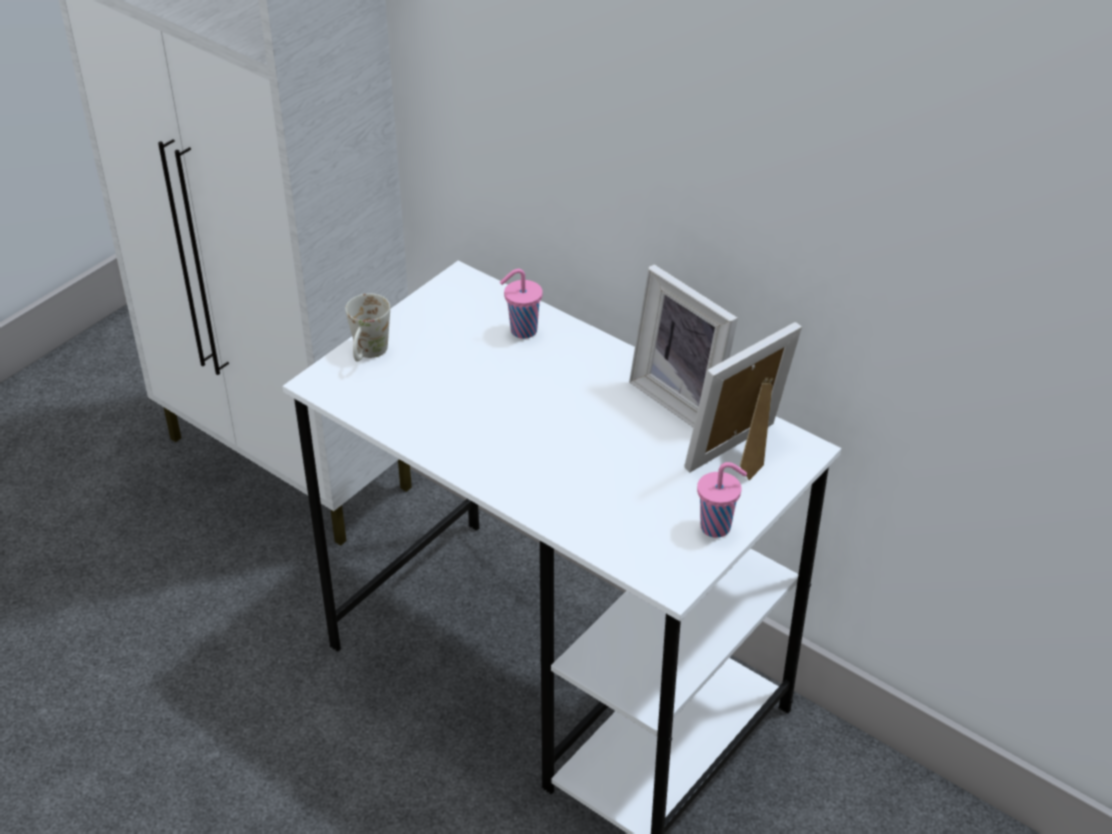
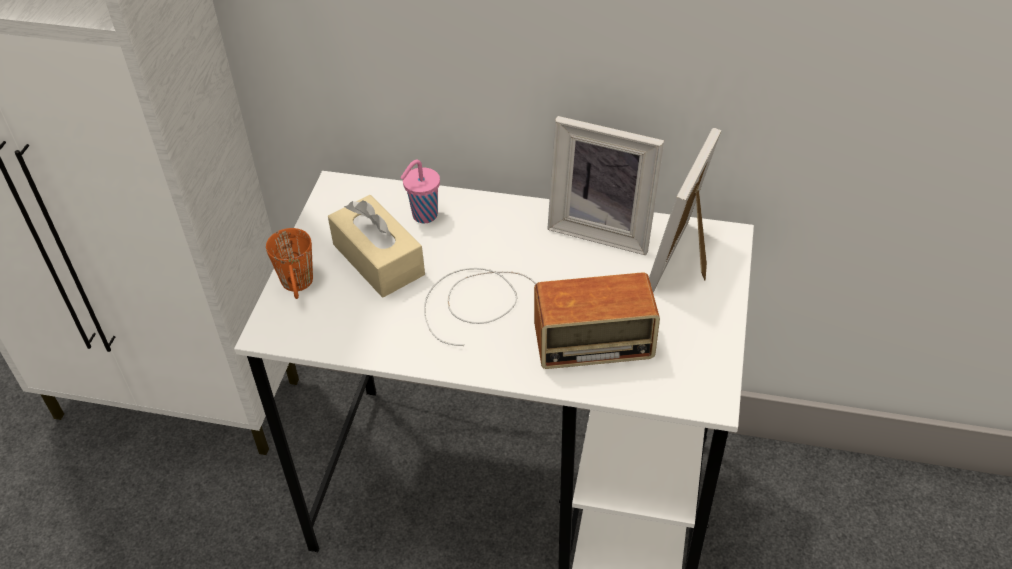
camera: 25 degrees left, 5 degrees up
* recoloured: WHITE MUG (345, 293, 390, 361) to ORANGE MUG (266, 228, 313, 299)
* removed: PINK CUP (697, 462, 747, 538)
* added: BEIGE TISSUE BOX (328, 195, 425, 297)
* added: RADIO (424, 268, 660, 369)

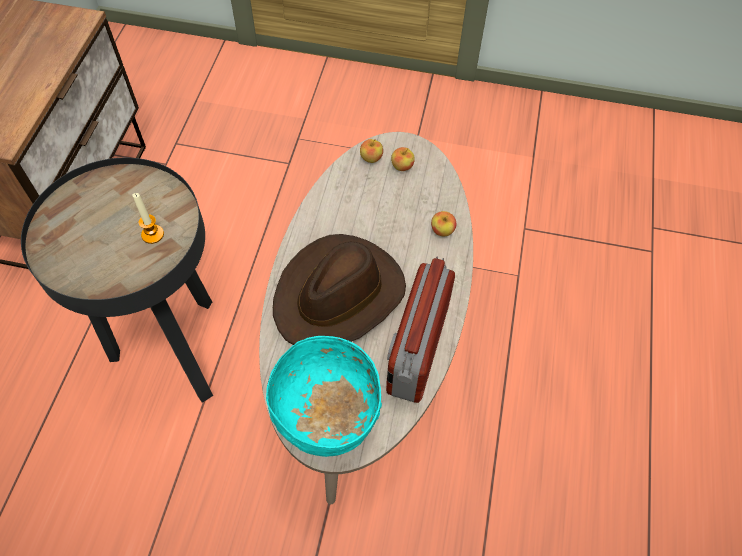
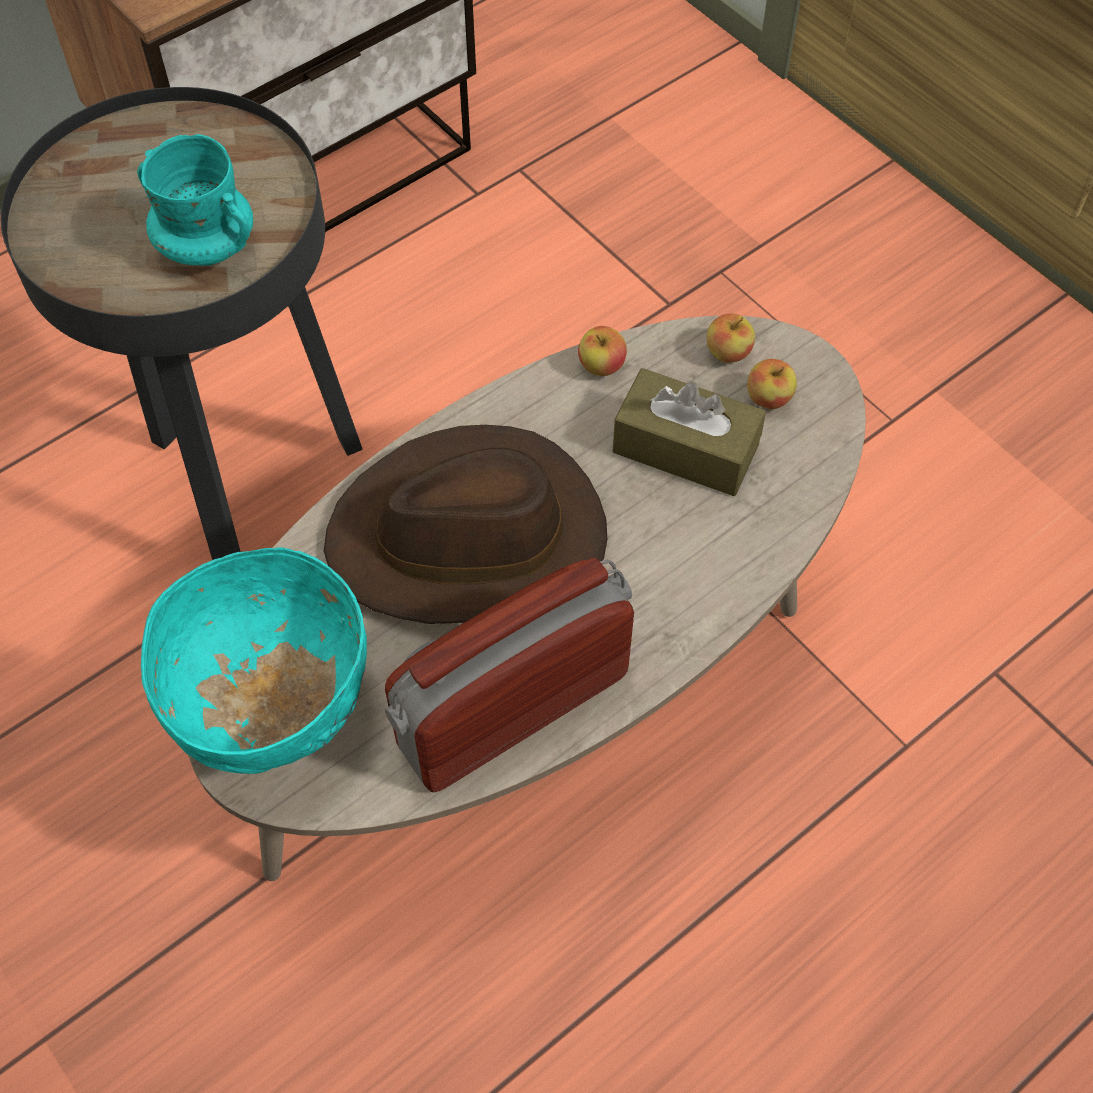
camera: 40 degrees right, 0 degrees up
* replaced: CANDLE (133, 193, 164, 244) to TURQUOISE MUG (137, 134, 253, 266)
* moved: APPLE (431, 211, 456, 236) to (578, 326, 627, 376)
* added: BROWN TISSUE BOX (613, 368, 766, 496)

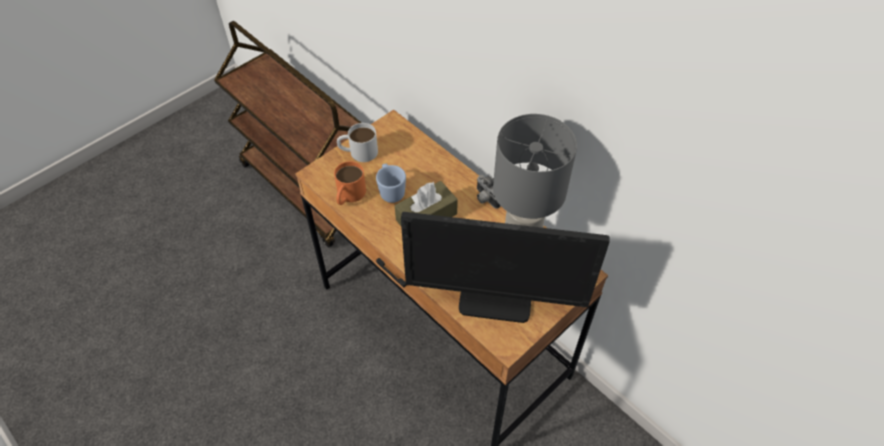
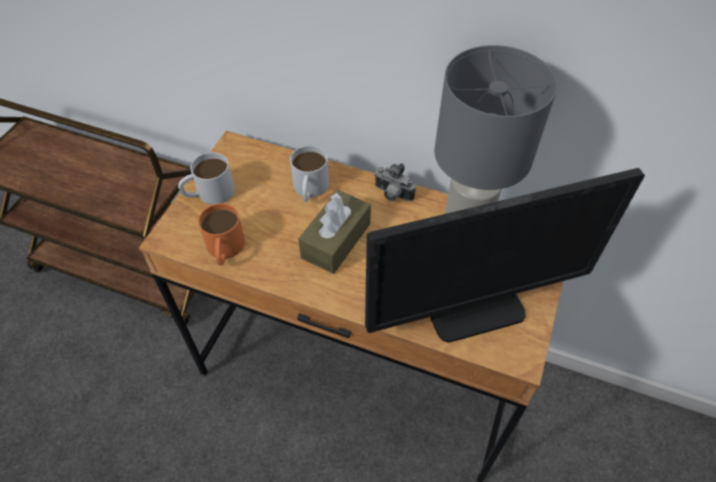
camera: 25 degrees left, 0 degrees up
* removed: BLUE MUG (376, 164, 406, 203)
* added: WHITE MUG (290, 145, 329, 202)

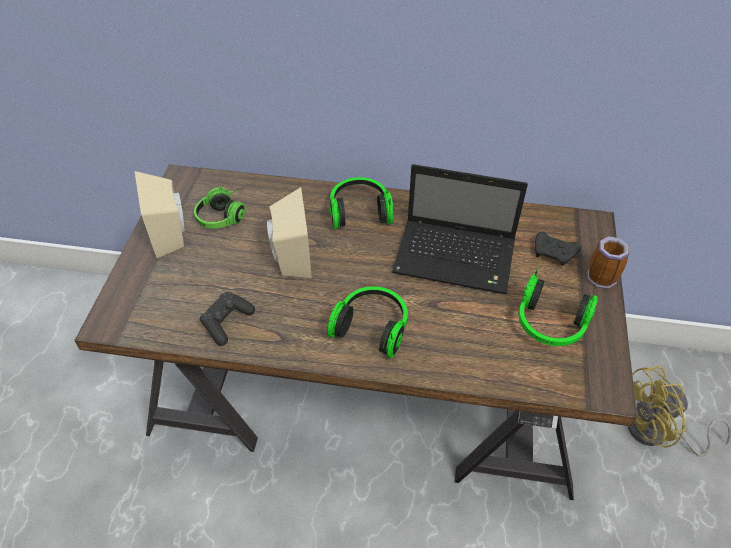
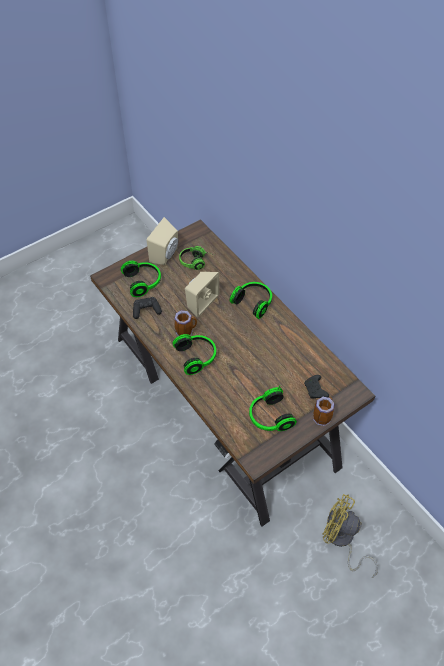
camera: 45 degrees right, 5 degrees up
* removed: LAPTOP (392, 164, 528, 294)
* added: HEADPHONES (121, 261, 161, 297)
* added: MUG (174, 310, 197, 336)

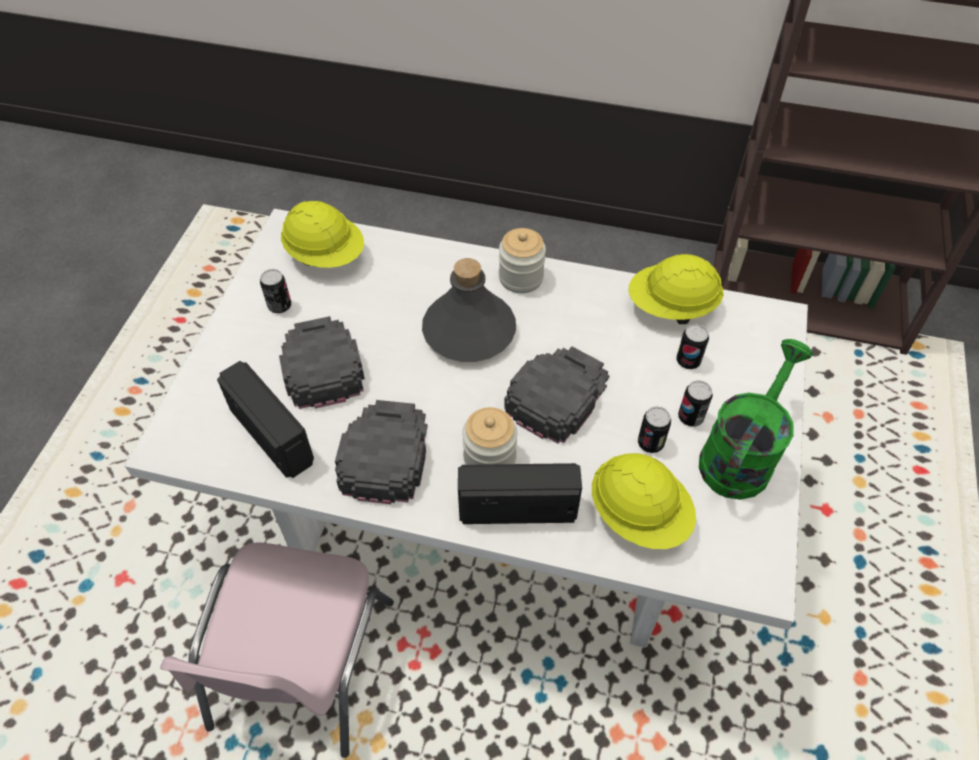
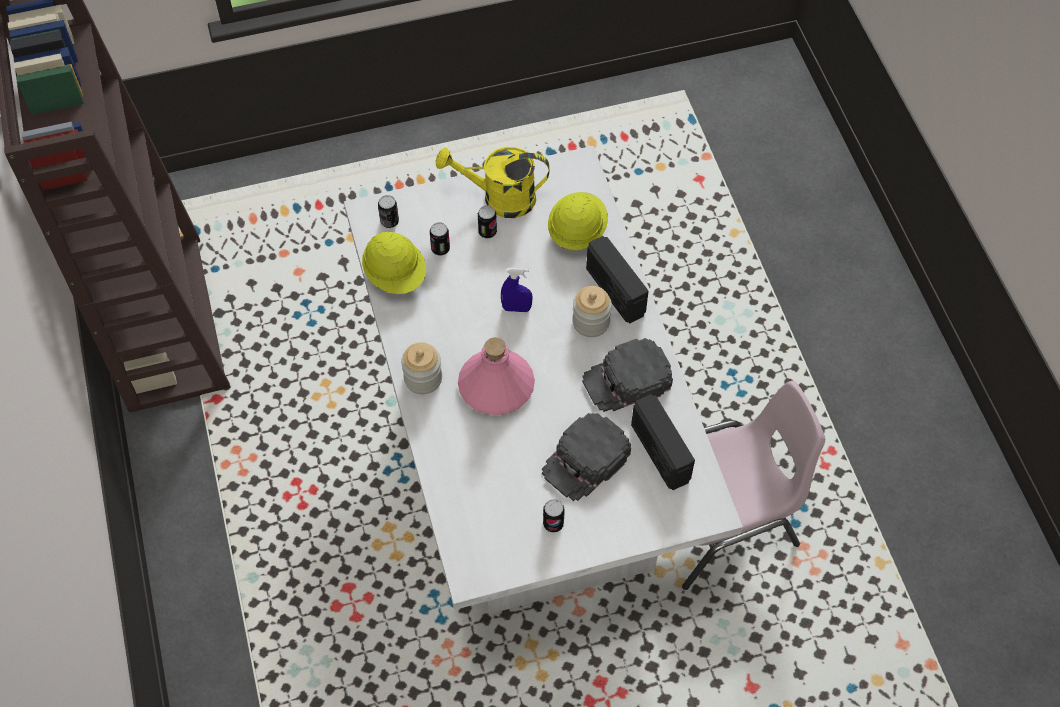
camera: 120 degrees left, 5 degrees up
* removed: YELLOW HARD HAT (281, 201, 364, 268)
* recoloured: GREY BOTTLE (422, 258, 516, 362) to PINK BOTTLE (458, 338, 535, 415)
* recoloured: GREEN WATERING CAN (699, 339, 813, 500) to YELLOW WATERING CAN (436, 147, 550, 218)
* replaced: BLACK CAP (504, 346, 609, 444) to BLUE SPRAY BOTTLE (501, 267, 533, 312)
* turned: RADIO (217, 361, 314, 478) = (631, 394, 695, 490) 45 degrees counterclockwise
* moved: CAN (638, 406, 671, 453) to (378, 195, 399, 228)

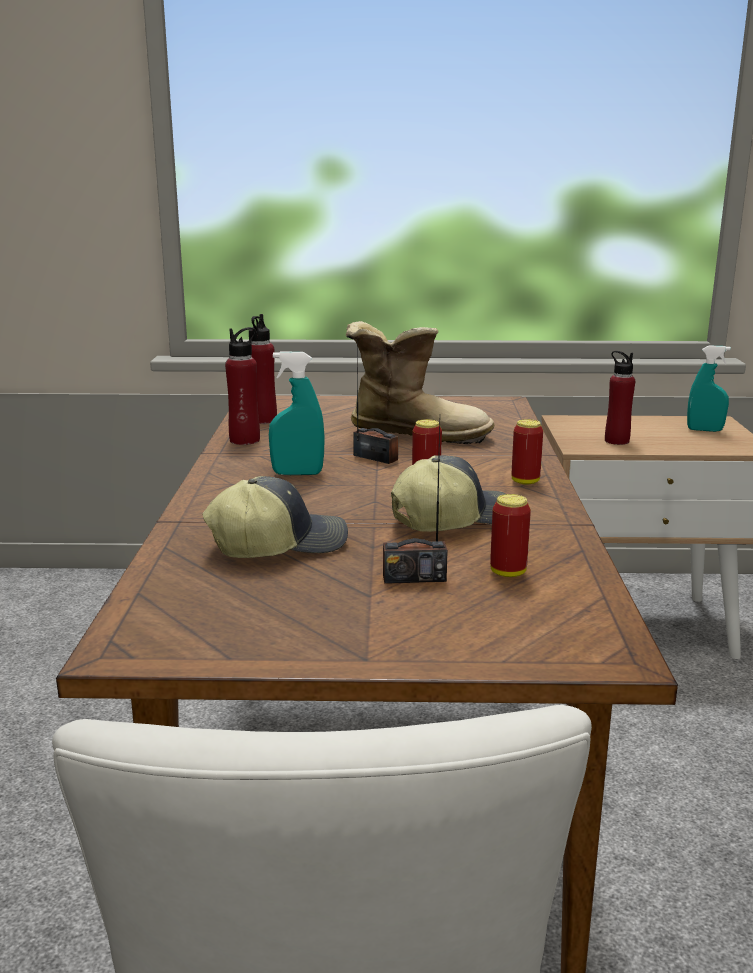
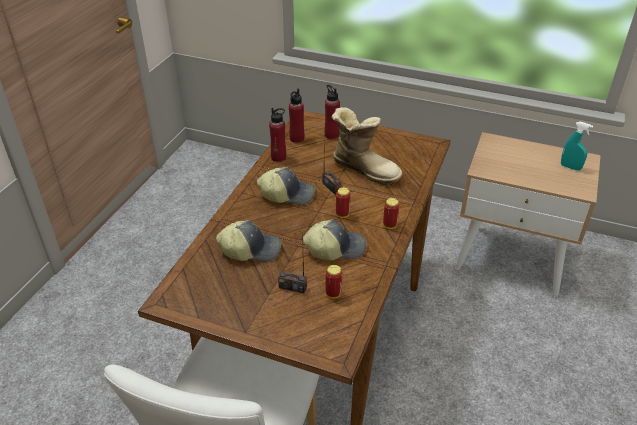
camera: 20 degrees right, 20 degrees up
* replaced: TURQUOISE SPRAY BOTTLE (269, 351, 325, 475) to CAP (257, 167, 315, 205)
* moved: RED BOTTLE (605, 351, 635, 445) to (325, 85, 340, 139)

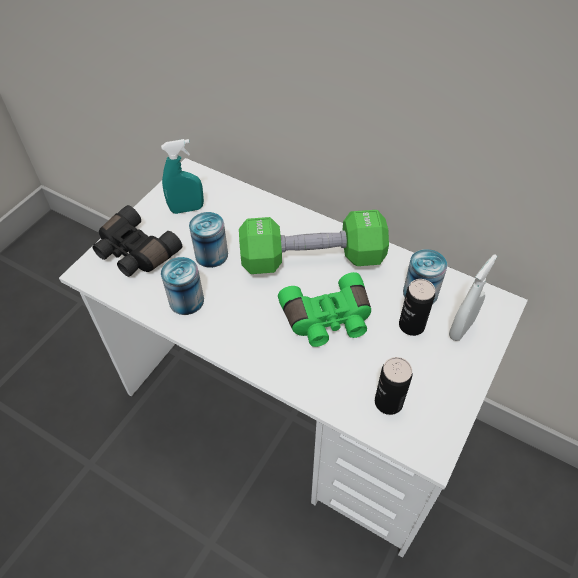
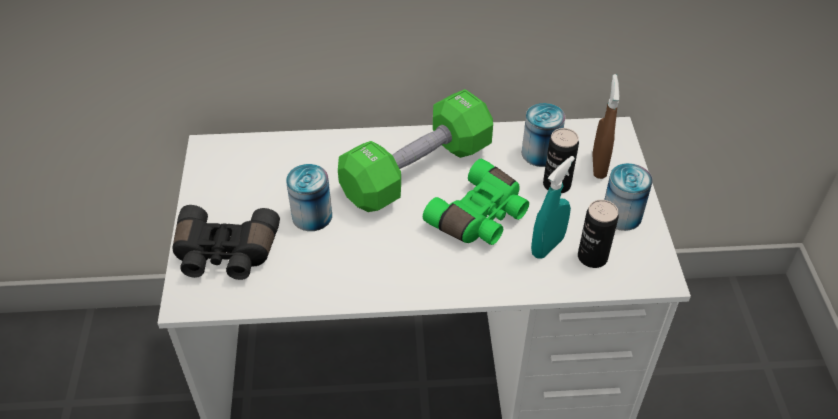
camera: 35 degrees left, 5 degrees down
* moved: TURQUOISE SPRAY BOTTLE (161, 139, 204, 214) to (531, 156, 575, 259)
* recoloured: WHITE SPRAY BOTTLE (449, 254, 497, 341) to BROWN SPRAY BOTTLE (593, 74, 619, 179)
* moved: CAN (161, 257, 204, 315) to (604, 163, 653, 231)

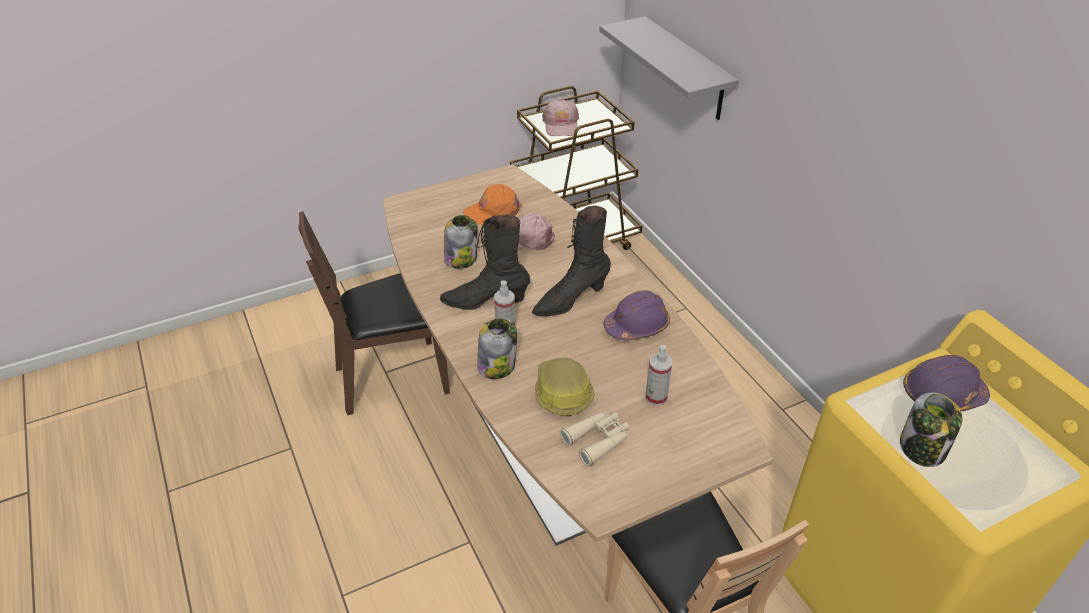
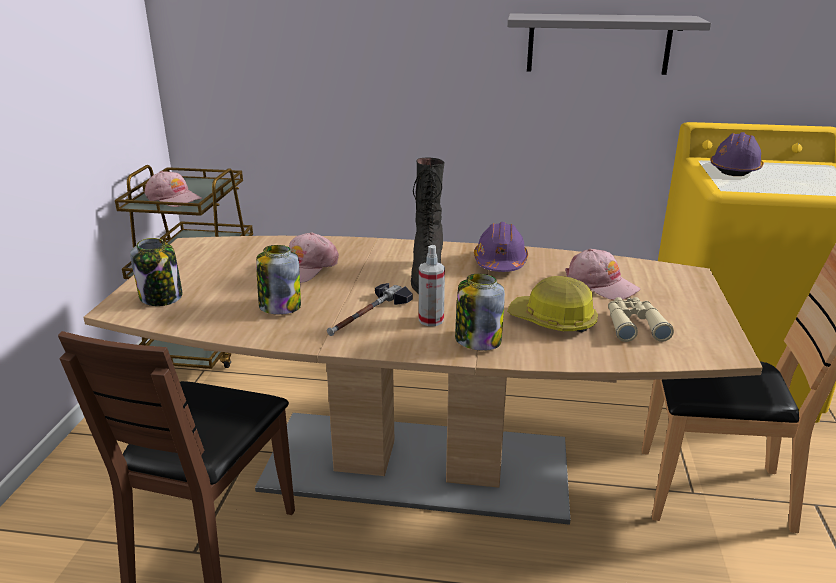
camera: 55 degrees left, 15 degrees down
* moved: GREY SHELF (599, 16, 739, 120) to (507, 13, 711, 75)
* removed: ORANGE CAP (463, 184, 522, 225)
* replaced: BLACK BOOT (440, 214, 530, 310) to HAMMER (327, 283, 413, 336)
* replaced: SPRAY BOTTLE (646, 345, 672, 406) to PINK CAP (565, 249, 640, 300)
* moved: JAR (900, 392, 962, 467) to (130, 238, 183, 306)

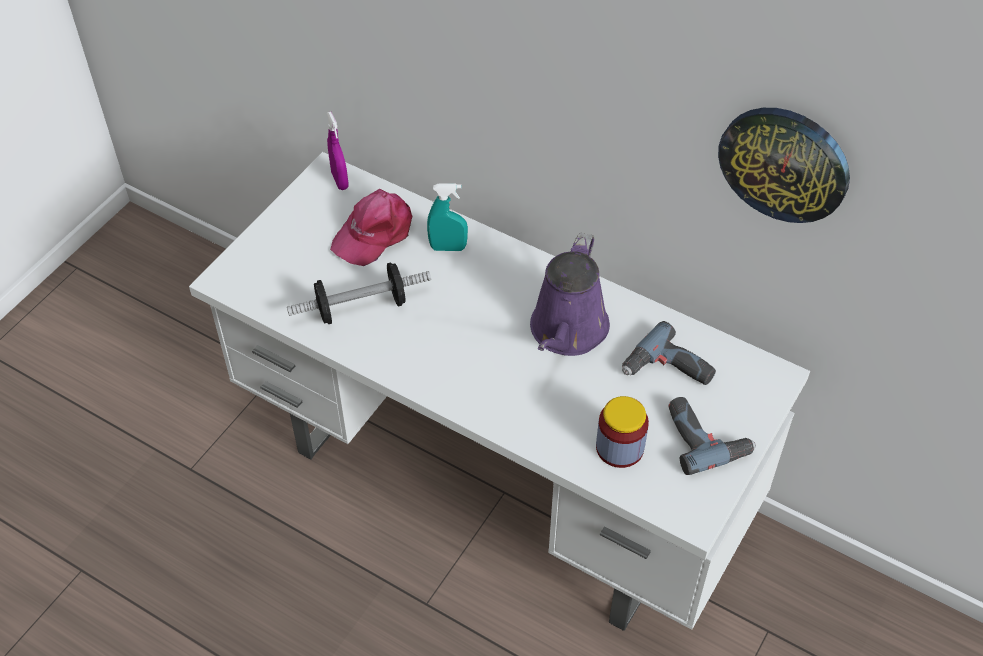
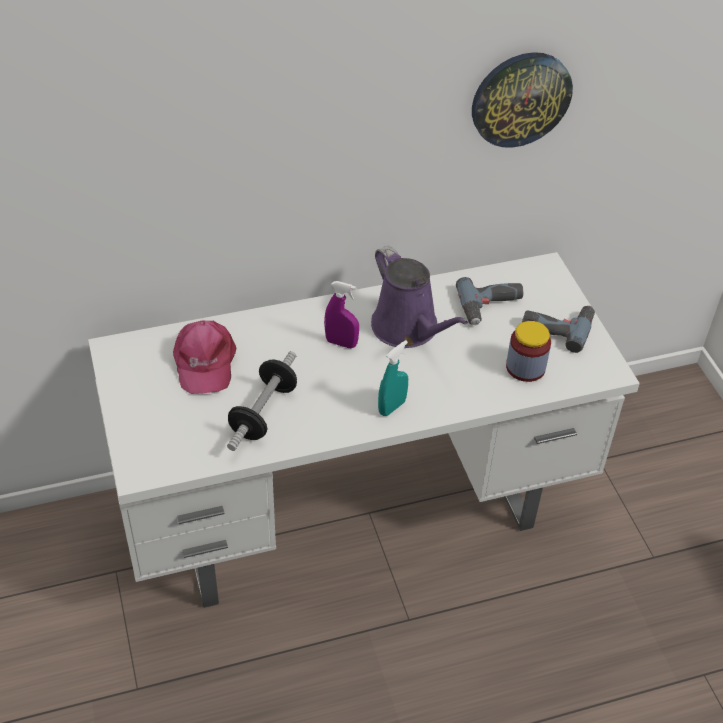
camera: 50 degrees left, 5 degrees down
* moved: PURPLE SPRAY BOTTLE (327, 112, 349, 190) to (324, 281, 359, 348)
* moved: TURQUOISE SPRAY BOTTLE (427, 183, 468, 251) to (378, 340, 408, 416)

